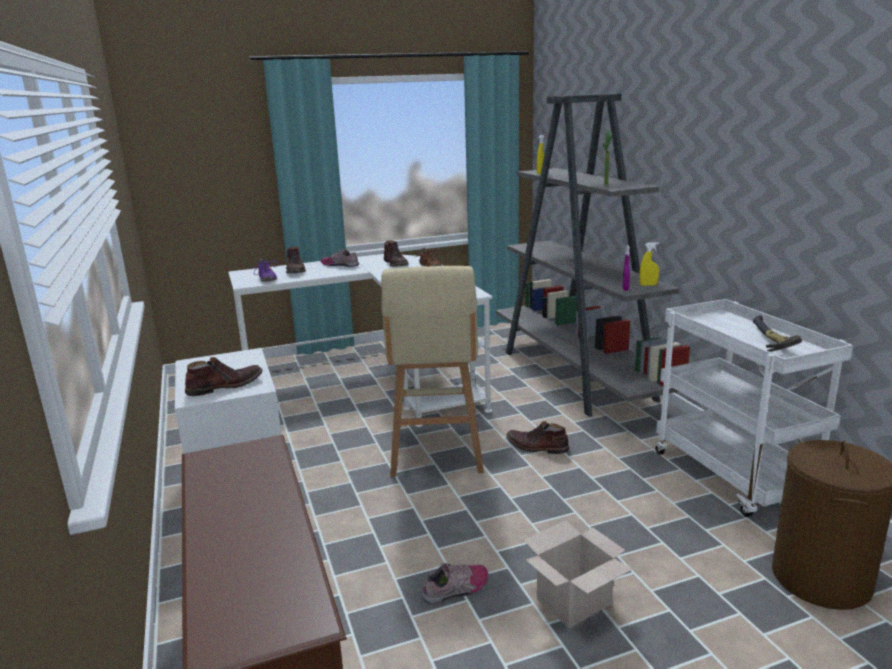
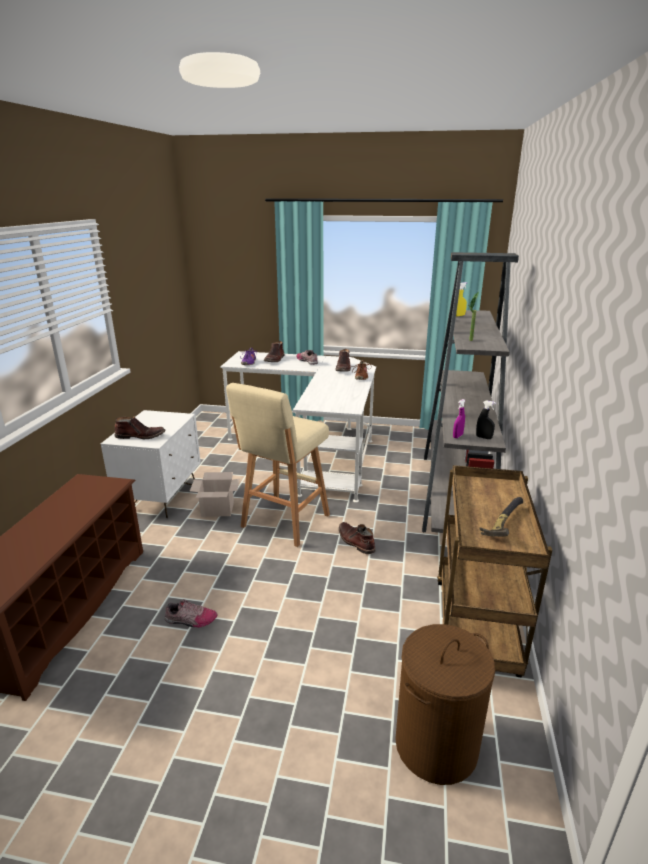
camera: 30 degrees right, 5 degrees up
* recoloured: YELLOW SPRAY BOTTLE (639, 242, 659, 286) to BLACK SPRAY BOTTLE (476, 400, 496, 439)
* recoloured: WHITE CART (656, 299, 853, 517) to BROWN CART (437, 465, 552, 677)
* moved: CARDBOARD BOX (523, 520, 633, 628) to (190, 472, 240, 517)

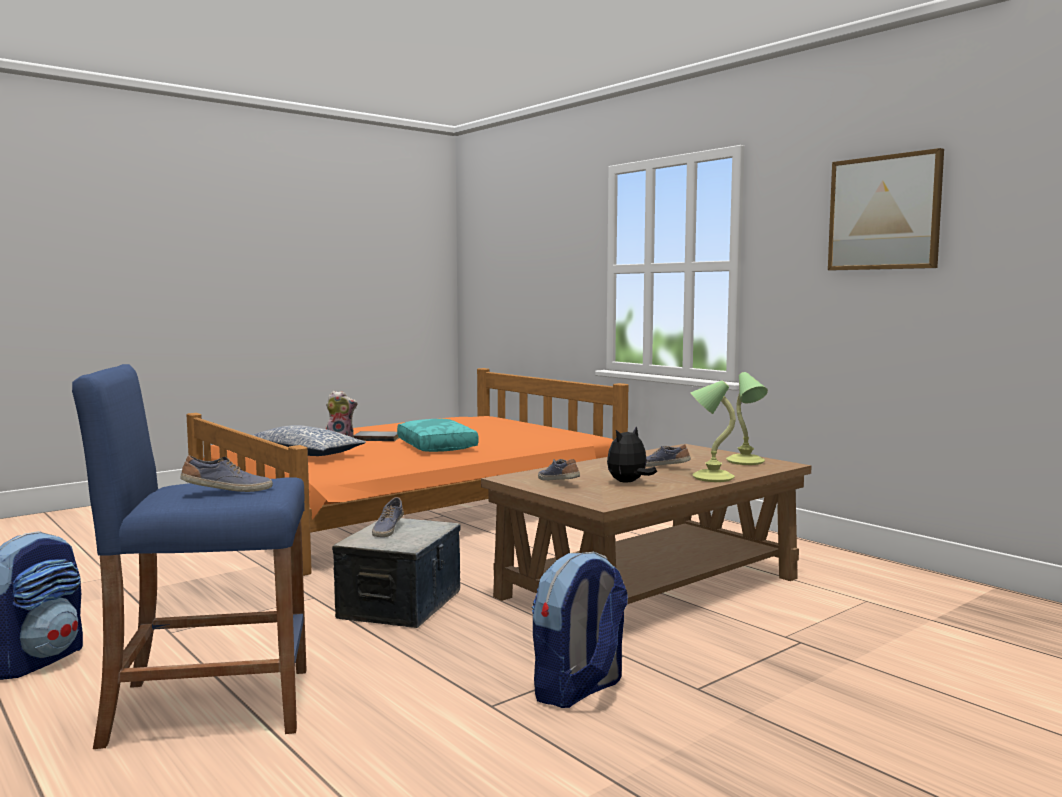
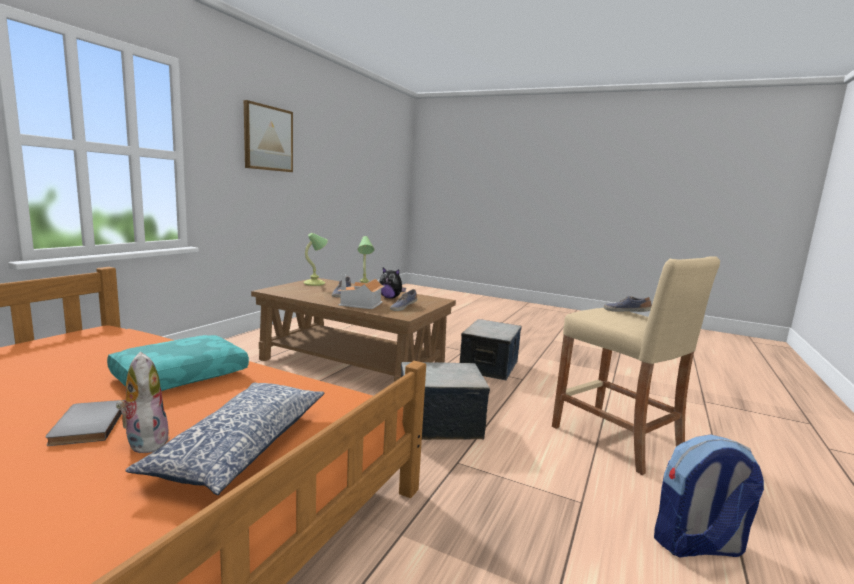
camera: 115 degrees left, 5 degrees up
* recoloured: BLUE STOOL (72, 364, 306, 749) to BEIGE STOOL (552, 256, 720, 475)
* removed: SHOE (372, 497, 404, 537)
* replaced: BACKPACK (532, 552, 628, 708) to STORAGE BOX (460, 319, 522, 380)
* added: TOY HOUSE (337, 274, 385, 309)

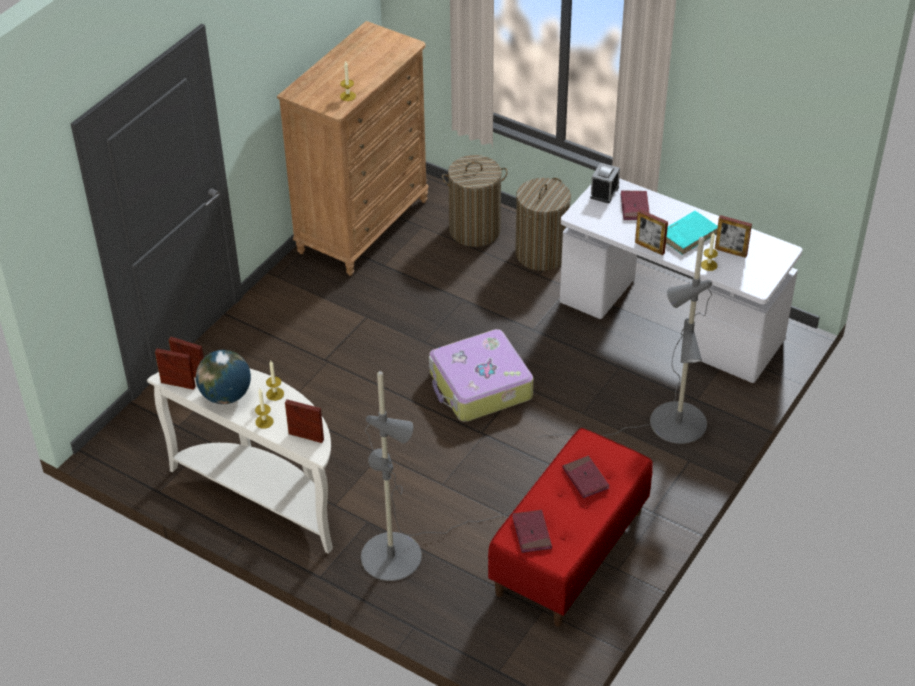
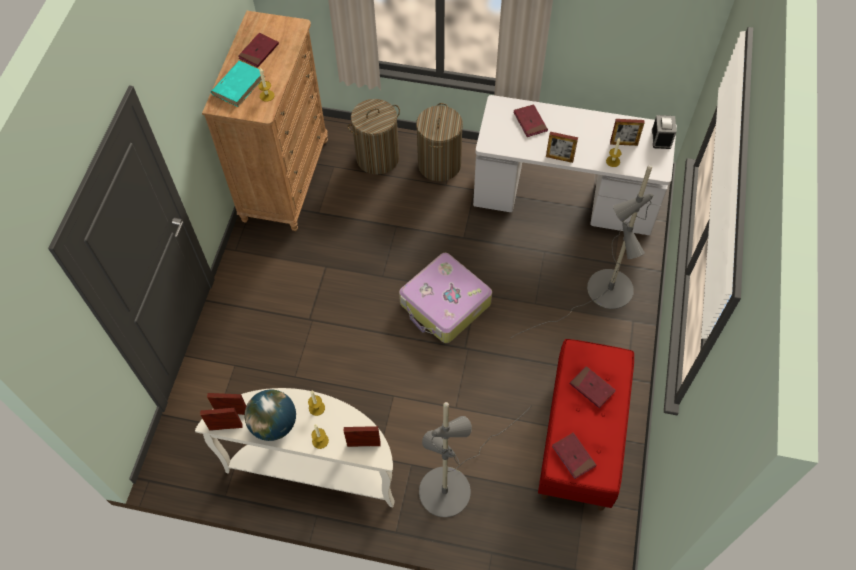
camera: 20 degrees left, 15 degrees up
* moved: ALARM CLOCK (590, 163, 620, 203) to (652, 115, 676, 149)
* moved: TURQUOISE BOOK (666, 211, 718, 255) to (211, 61, 265, 107)
* added: RED BOOK (238, 33, 279, 68)

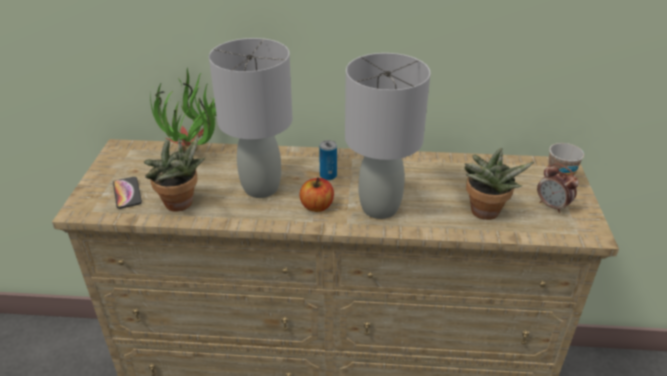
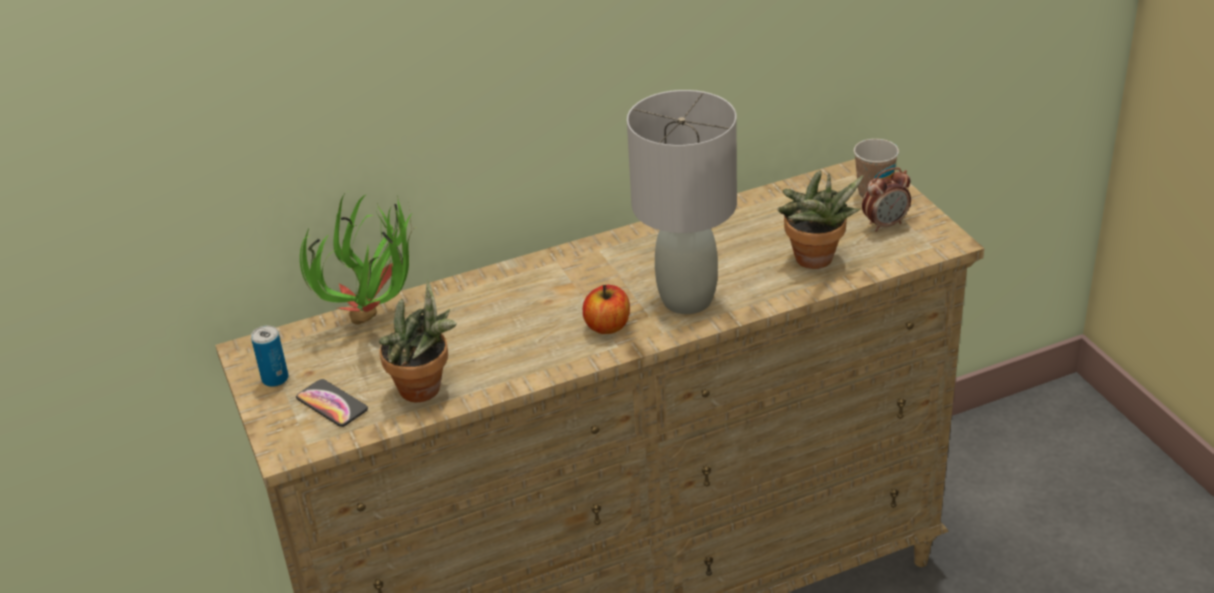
camera: 25 degrees left, 0 degrees up
* removed: GREY TABLE LAMP (209, 38, 293, 198)
* moved: CAN (319, 140, 337, 180) to (251, 326, 289, 387)
* turned: ALARM CLOCK (537, 163, 579, 213) = (862, 167, 911, 232) 45 degrees counterclockwise

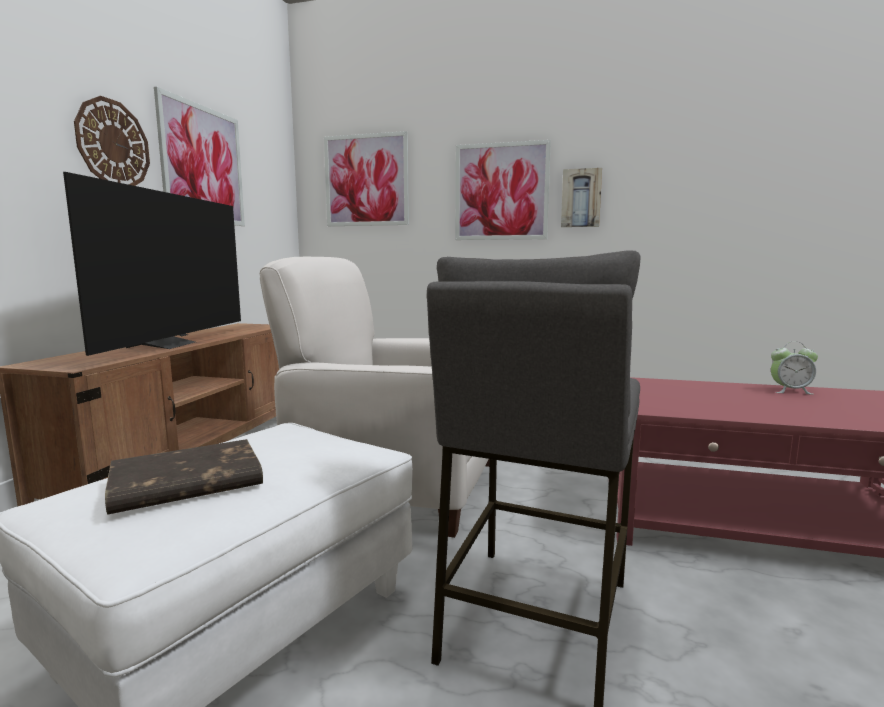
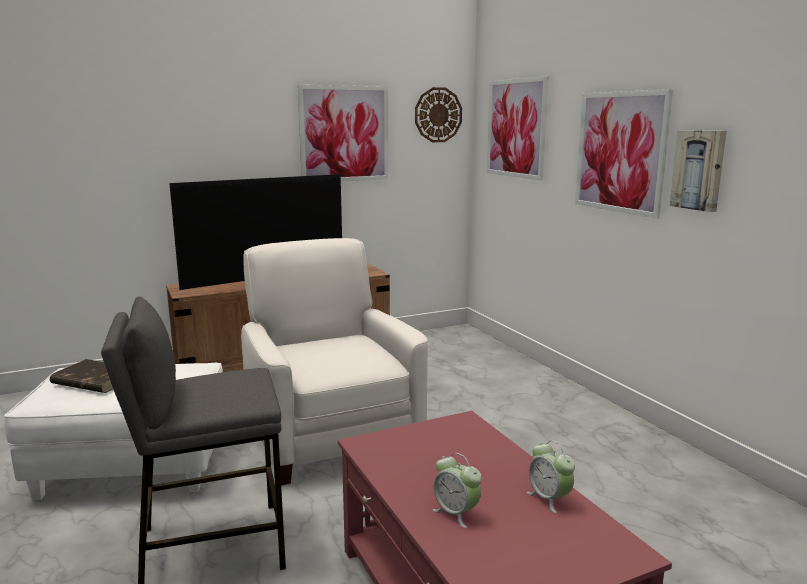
camera: 50 degrees right, 5 degrees up
* moved: WALL CLOCK (74, 96, 150, 186) to (415, 87, 462, 142)
* added: ALARM CLOCK (432, 453, 482, 528)

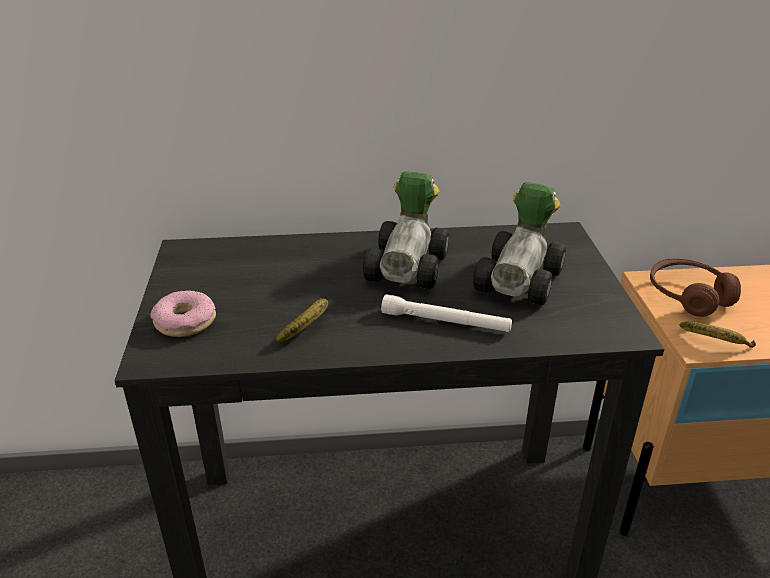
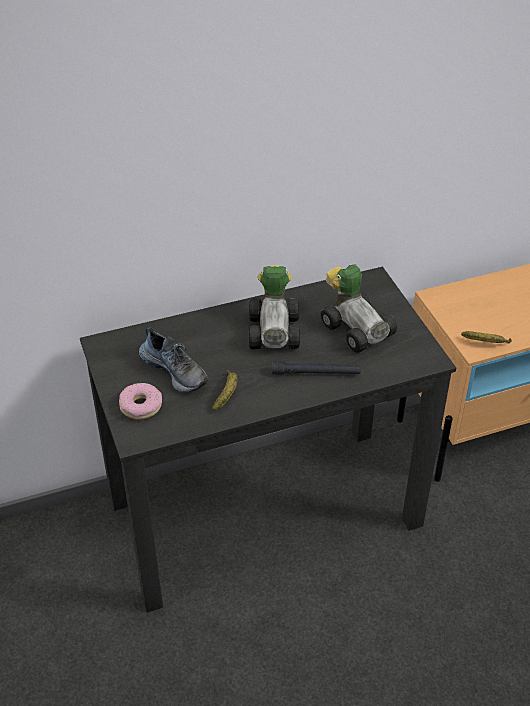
camera: 15 degrees left, 10 degrees up
* turned: TOY CAR (473, 182, 566, 305) = (320, 264, 397, 353) 45 degrees counterclockwise
* removed: BROWN HEADPHONES (650, 258, 741, 317)
* recoloured: WHITE FLASHLIGHT (381, 294, 512, 332) to BLACK FLASHLIGHT (272, 361, 361, 375)
* added: SHOE (139, 327, 208, 392)

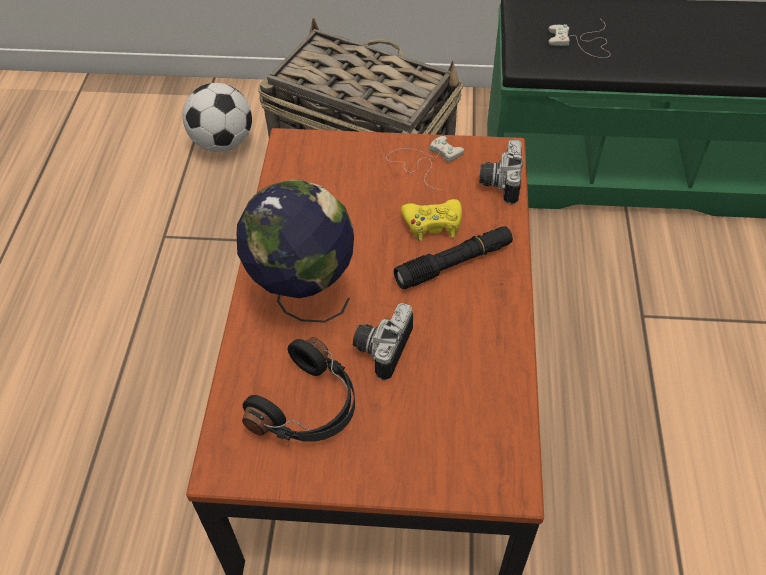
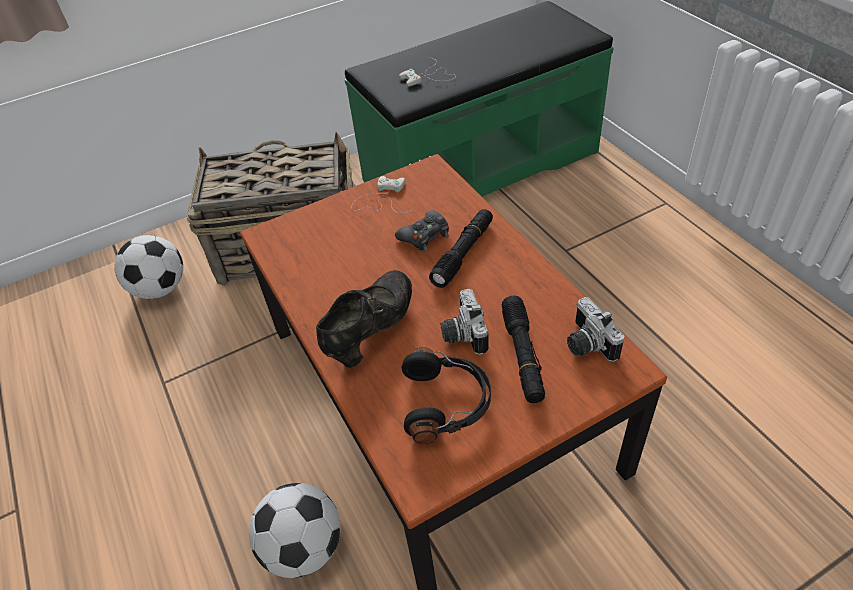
camera: 30 degrees left, 5 degrees down
* moved: PHOTO CAMERA (479, 140, 523, 204) to (567, 297, 625, 362)
* replaced: GLOBE (237, 180, 354, 323) to BLACK SHOE (316, 270, 412, 368)
* recoloured: YELLOW GAME CONTROLLER (401, 199, 462, 241) to BLACK GAME CONTROLLER (395, 210, 449, 251)
* added: BLACK FLASHLIGHT (502, 296, 545, 403)
* added: FOOTBALL (249, 483, 340, 578)

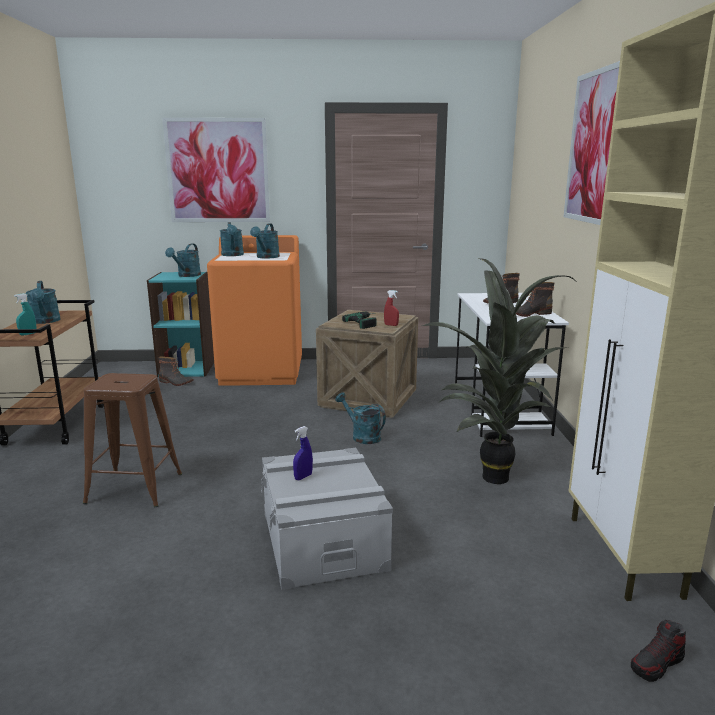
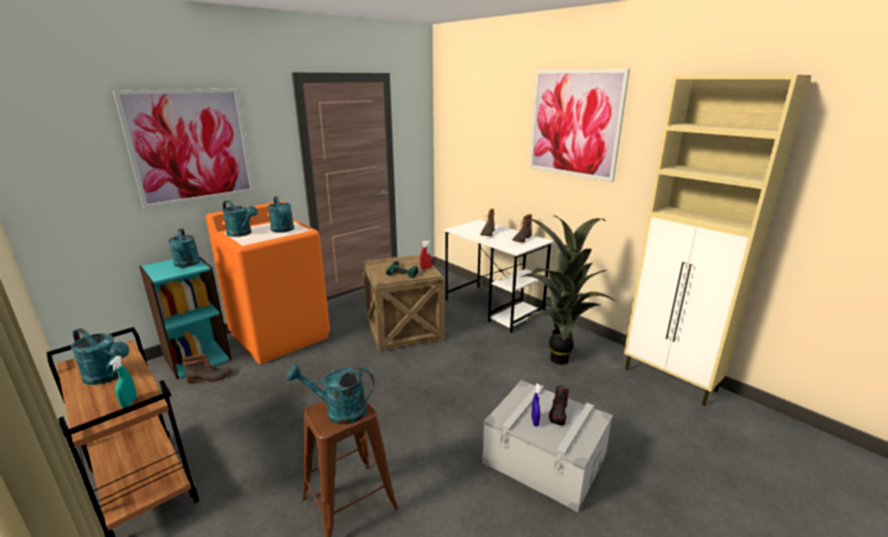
camera: 40 degrees left, 5 degrees up
* moved: TURQUOISE WATERING CAN (335, 392, 386, 444) to (287, 365, 374, 424)
* moved: SHOE (631, 620, 686, 682) to (549, 385, 569, 425)

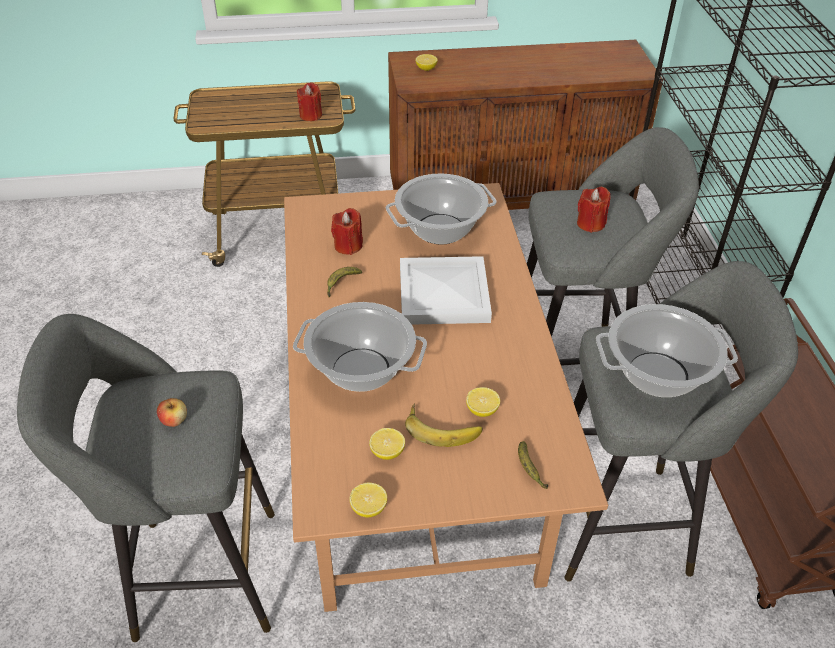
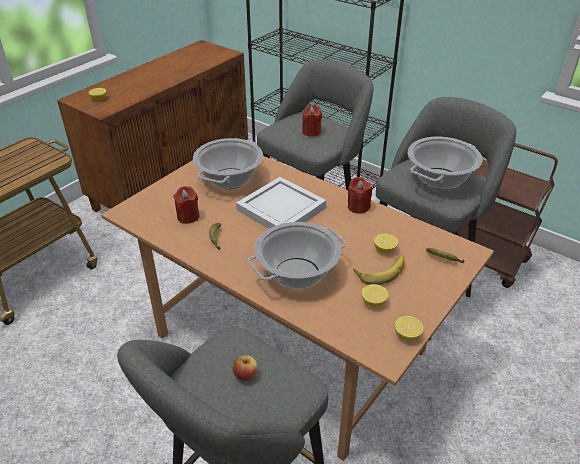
camera: 45 degrees left, 5 degrees down
* moved: RED CANDLE (297, 82, 322, 121) to (348, 177, 372, 214)

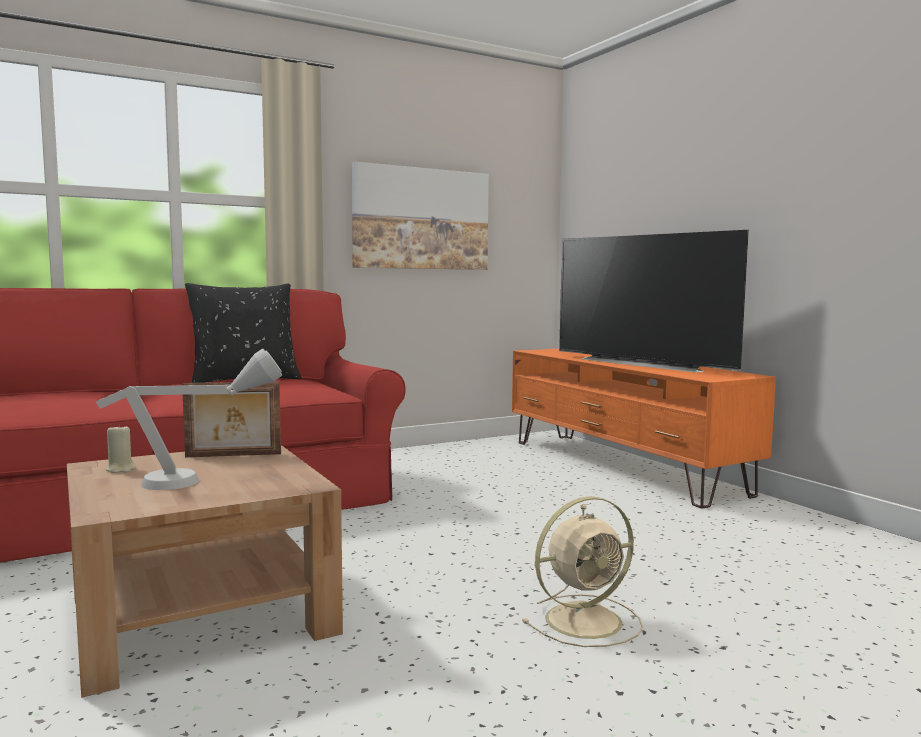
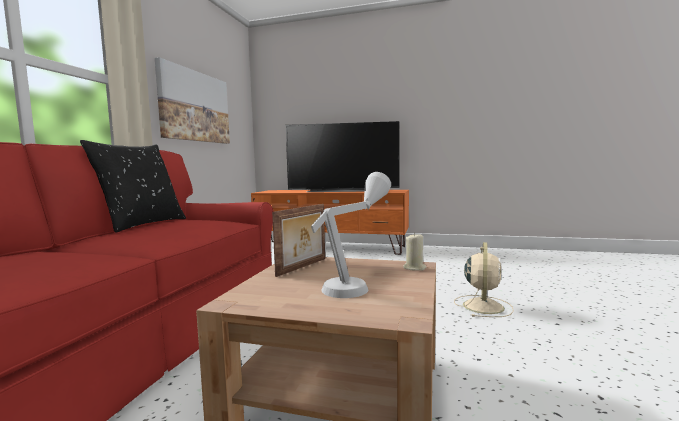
camera: 45 degrees left, 0 degrees up
* moved: BEIGE CANDLE (106, 424, 136, 473) to (403, 233, 427, 271)

